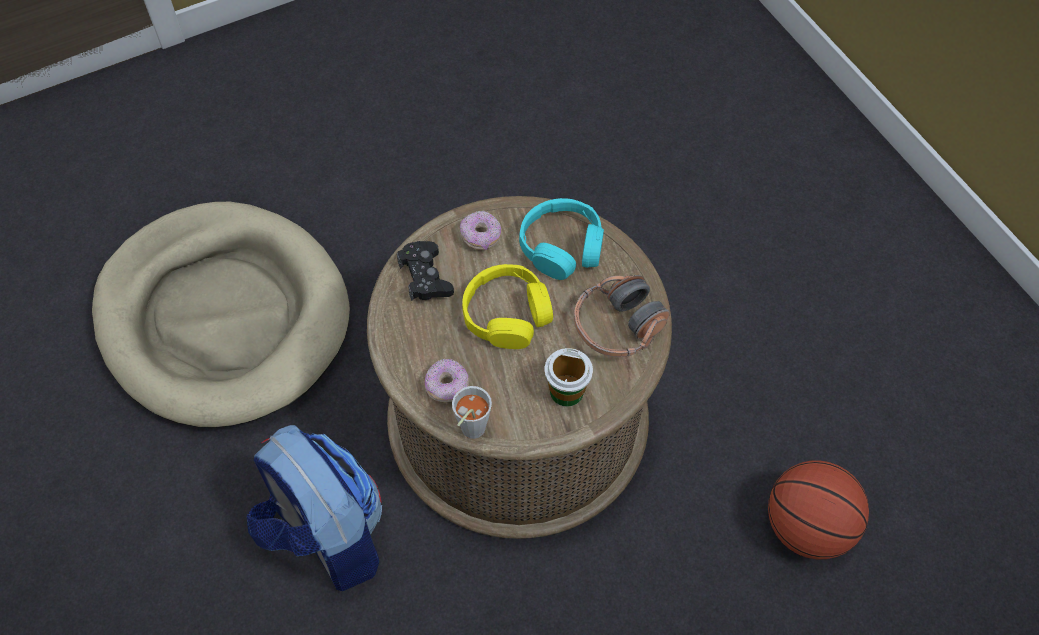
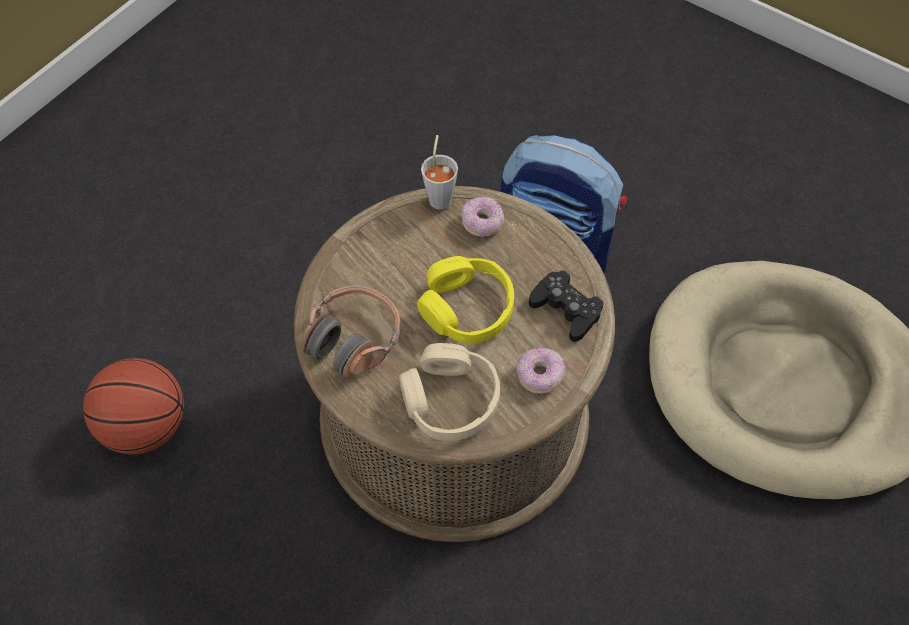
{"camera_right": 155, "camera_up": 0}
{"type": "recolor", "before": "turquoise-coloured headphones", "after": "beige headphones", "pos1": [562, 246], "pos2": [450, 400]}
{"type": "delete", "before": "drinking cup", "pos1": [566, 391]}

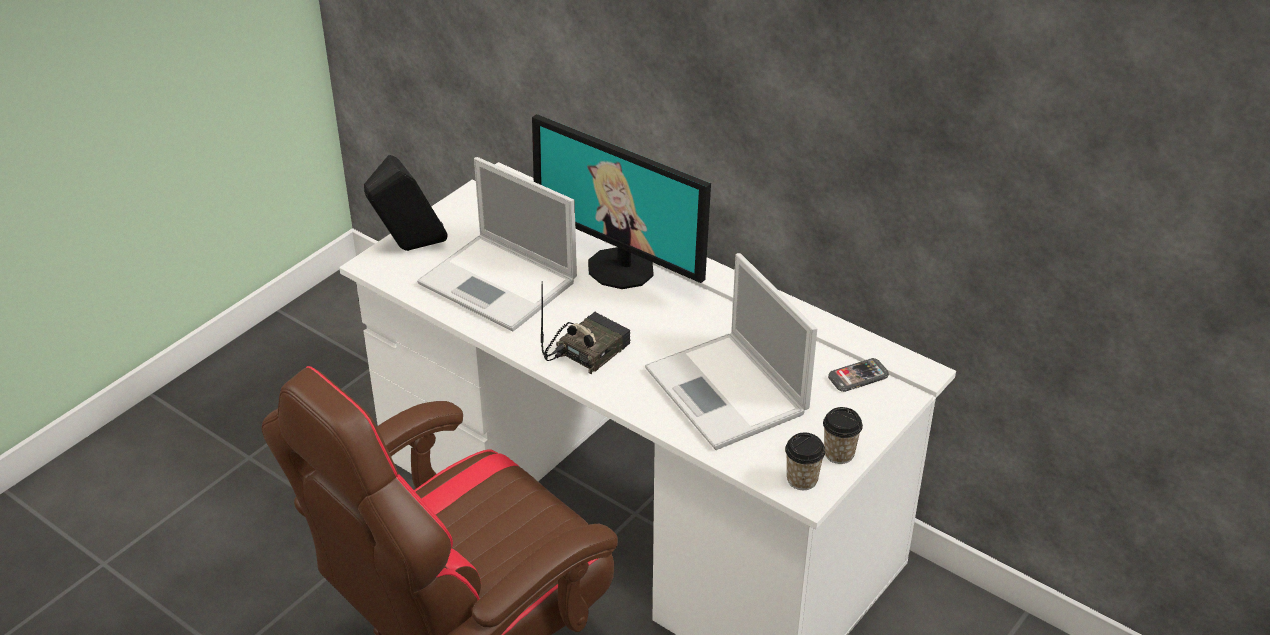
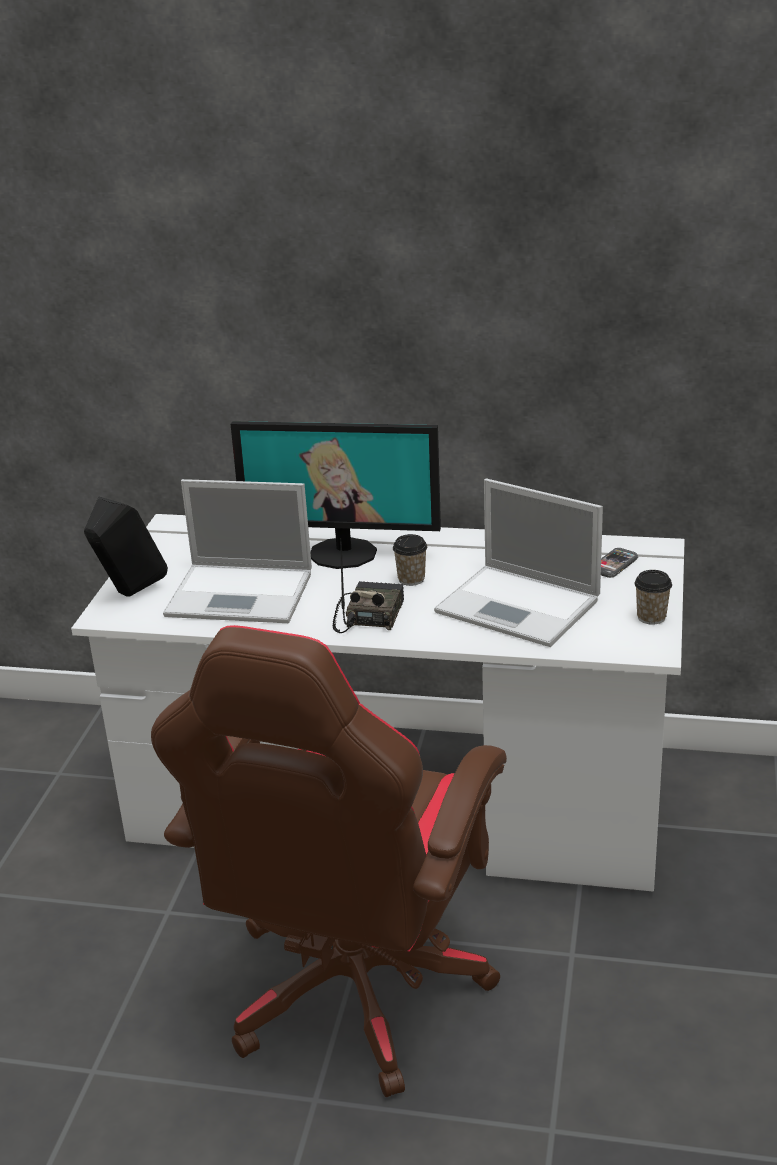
{"camera_right": -25, "camera_up": -10}
{"type": "move", "before": "drinking cup", "pos1": [802, 479], "pos2": [411, 579]}

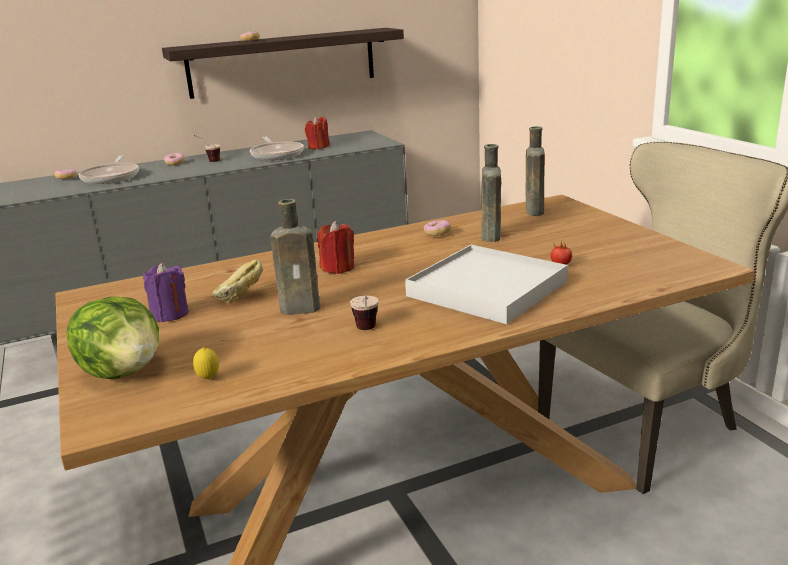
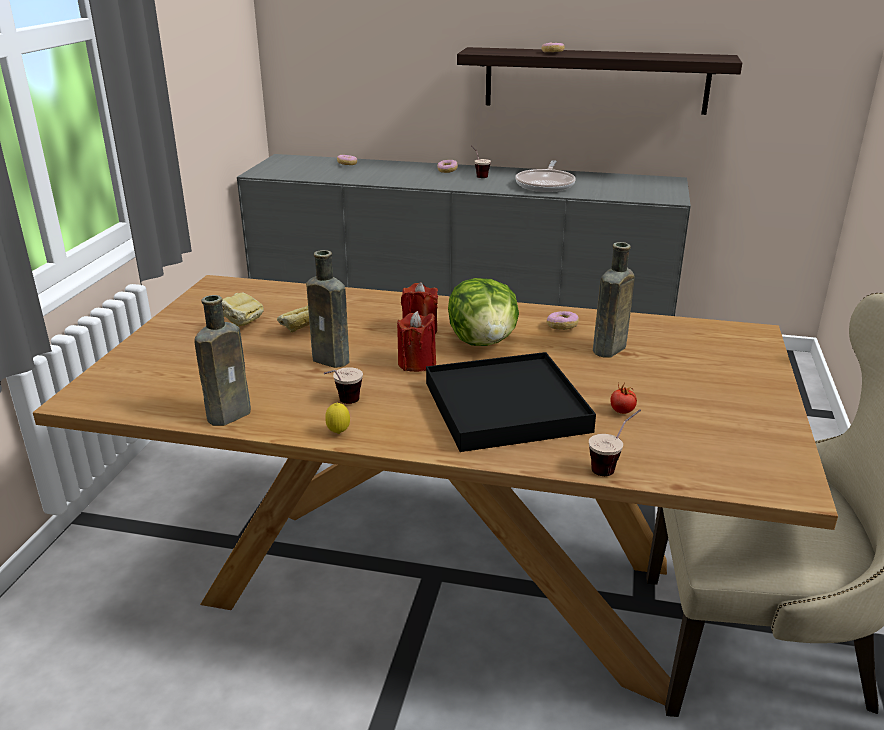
{"camera_right": 35, "camera_up": 5}
{"type": "move", "before": "red wax light", "pos1": [318, 147], "pos2": [417, 363]}
{"type": "move", "before": "brownish beverage bottle", "pos1": [534, 210], "pos2": [232, 413]}
{"type": "delete", "before": "frying pan", "pos1": [112, 177]}
{"type": "recolor", "before": "white carrying tray", "after": "blackish carrying tray", "pos1": [487, 288], "pos2": [506, 407]}
{"type": "replace", "before": "purple wax light", "after": "baked bread", "pos1": [170, 314], "pos2": [242, 325]}
{"type": "move", "before": "lettuce head", "pos1": [124, 371], "pos2": [483, 342]}
{"type": "move", "before": "whole lemon", "pos1": [208, 379], "pos2": [338, 433]}
{"type": "insert", "after": "drinking cup", "pos2": [612, 466]}

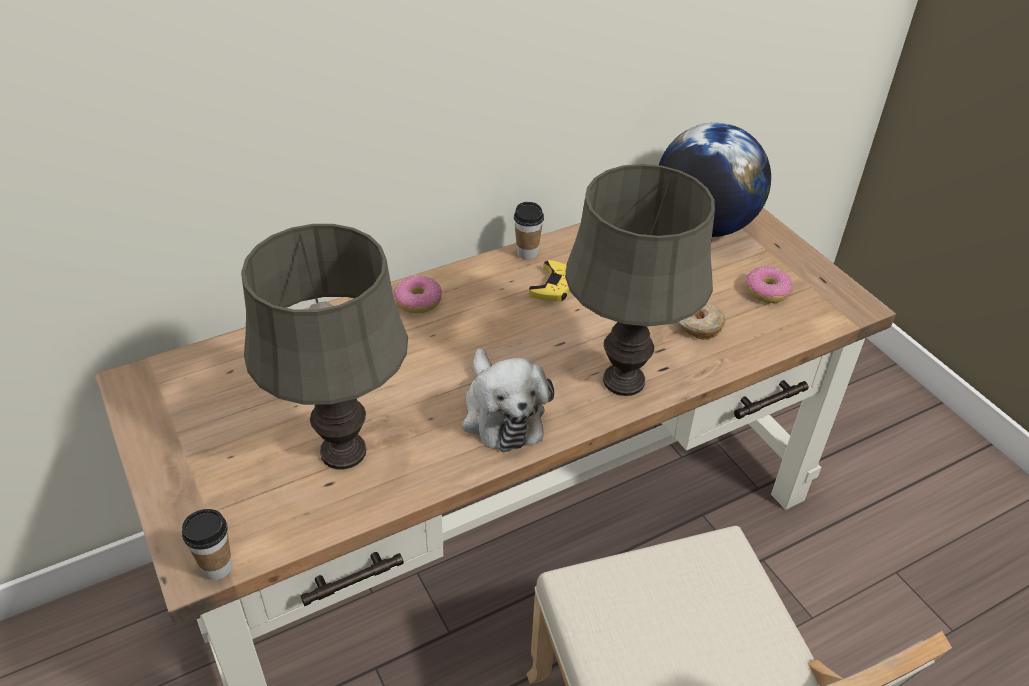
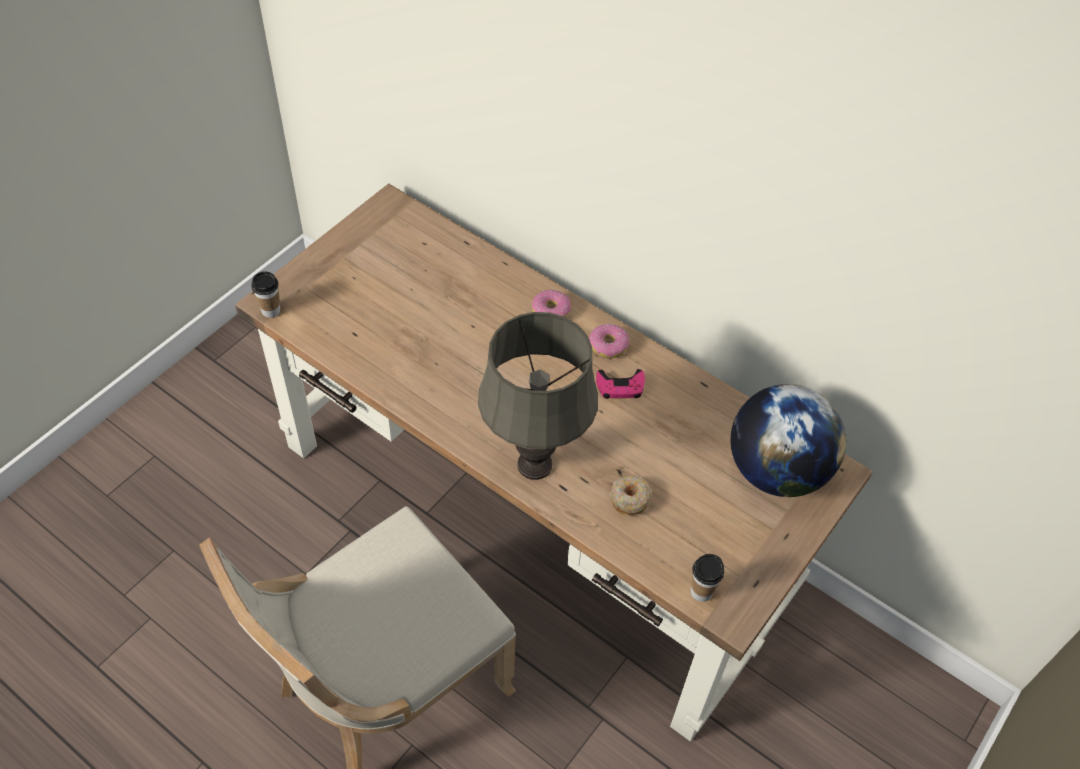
{"camera_right": 65, "camera_up": 10}
{"type": "move", "before": "drinking cup", "pos1": [527, 253], "pos2": [701, 592]}
{"type": "delete", "before": "greyish lamp for a table", "pos1": [343, 452]}
{"type": "recolor", "before": "yellowish gamepad", "after": "pink-coloured gamepad", "pos1": [553, 286], "pos2": [620, 387]}
{"type": "move", "before": "donut", "pos1": [767, 291], "pos2": [608, 346]}
{"type": "delete", "before": "plush toy", "pos1": [501, 413]}

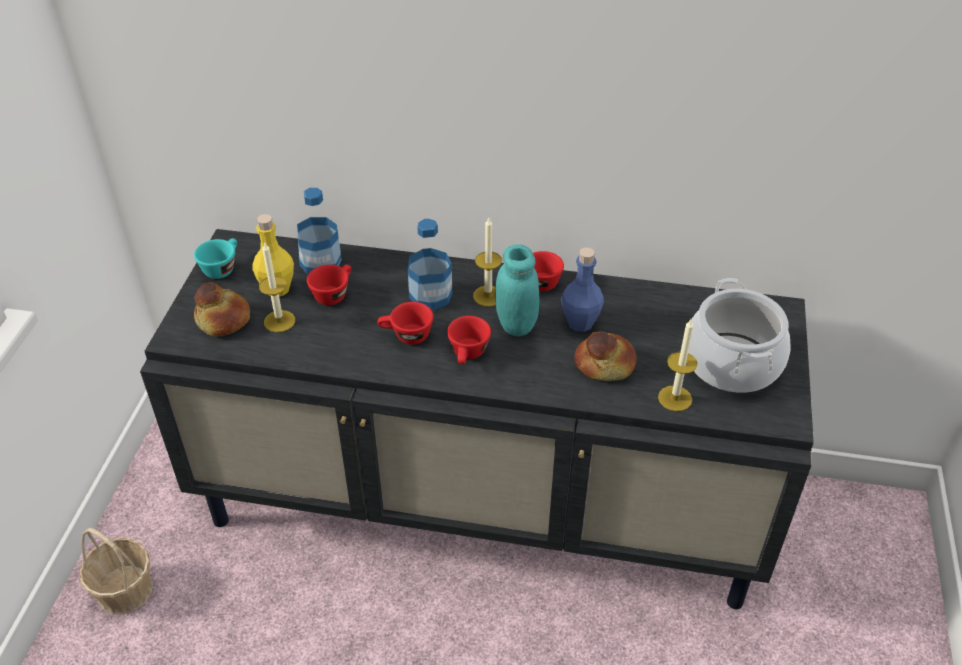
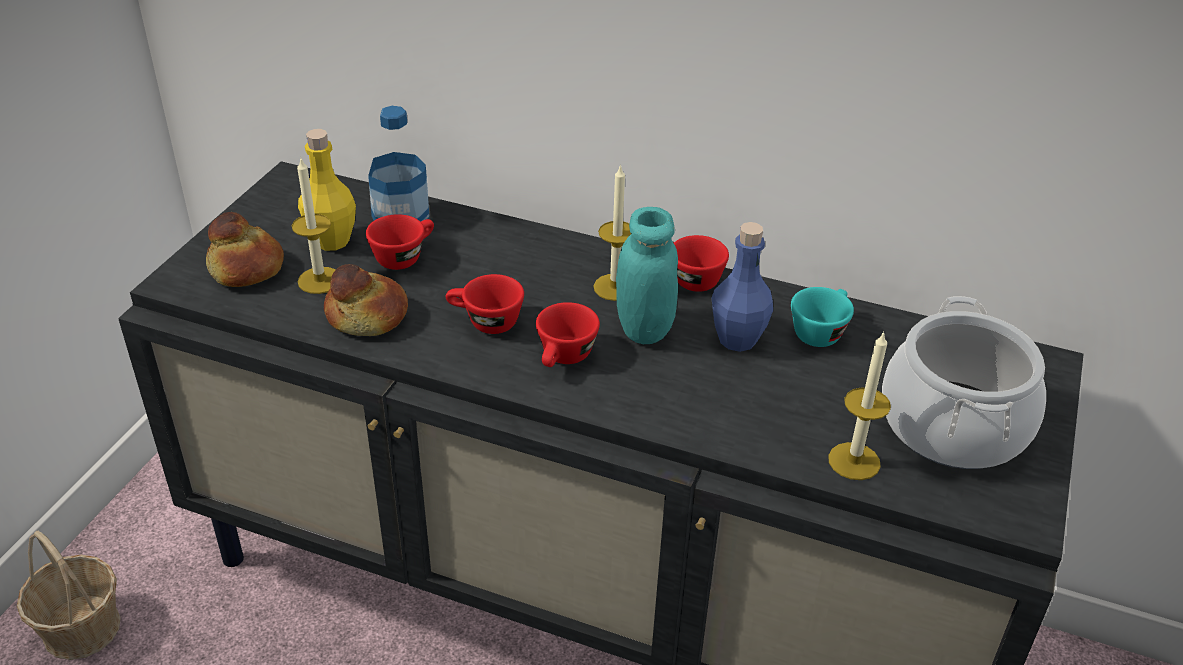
{"camera_right": 10, "camera_up": -5}
{"type": "delete", "before": "beverage bottle", "pos1": [430, 295]}
{"type": "move", "before": "turquoise-coloured drinking cup", "pos1": [222, 267], "pos2": [820, 331]}
{"type": "move", "before": "baked bread", "pos1": [605, 365], "pos2": [367, 317]}

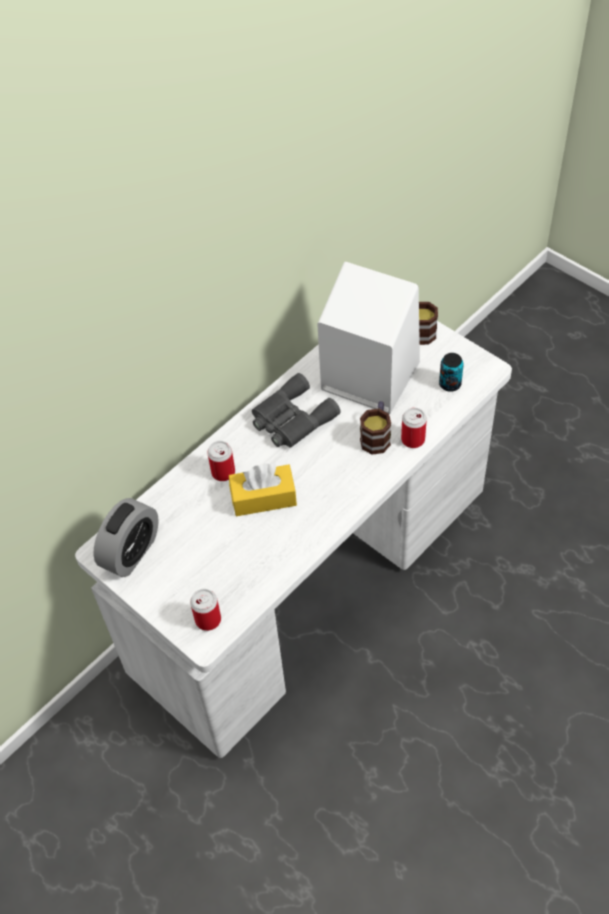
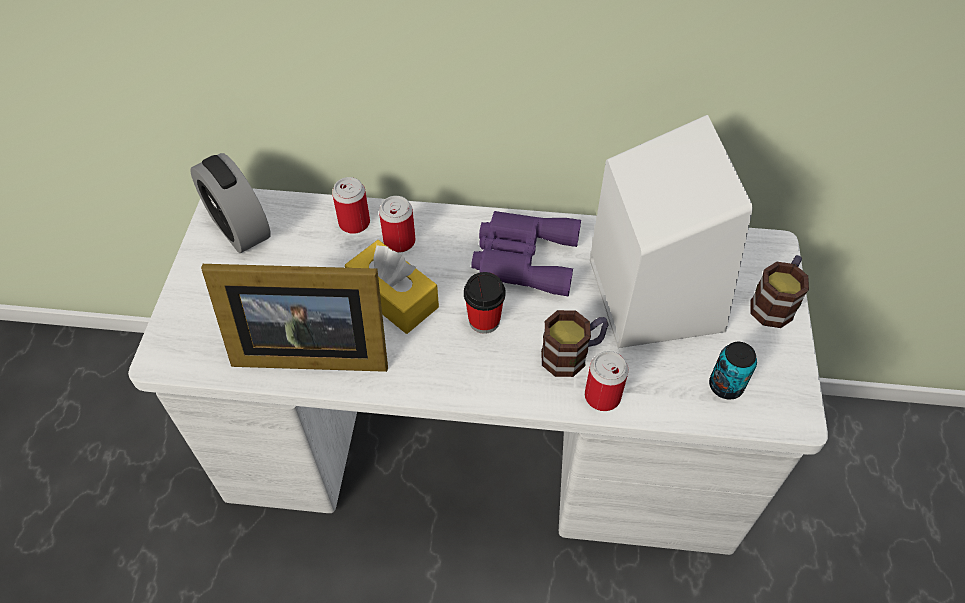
{"camera_right": 50, "camera_up": 0}
{"type": "recolor", "before": "greyish pair of binoculars", "after": "purple pair of binoculars", "pos1": [291, 419], "pos2": [522, 257]}
{"type": "rotate", "before": "bedside clock", "pos1": [131, 552], "pos2": [239, 228], "turn": 60}
{"type": "move", "before": "can", "pos1": [208, 619], "pos2": [354, 223]}
{"type": "insert", "after": "photo frame", "pos2": [307, 349]}
{"type": "insert", "after": "drinking cup", "pos2": [484, 320]}

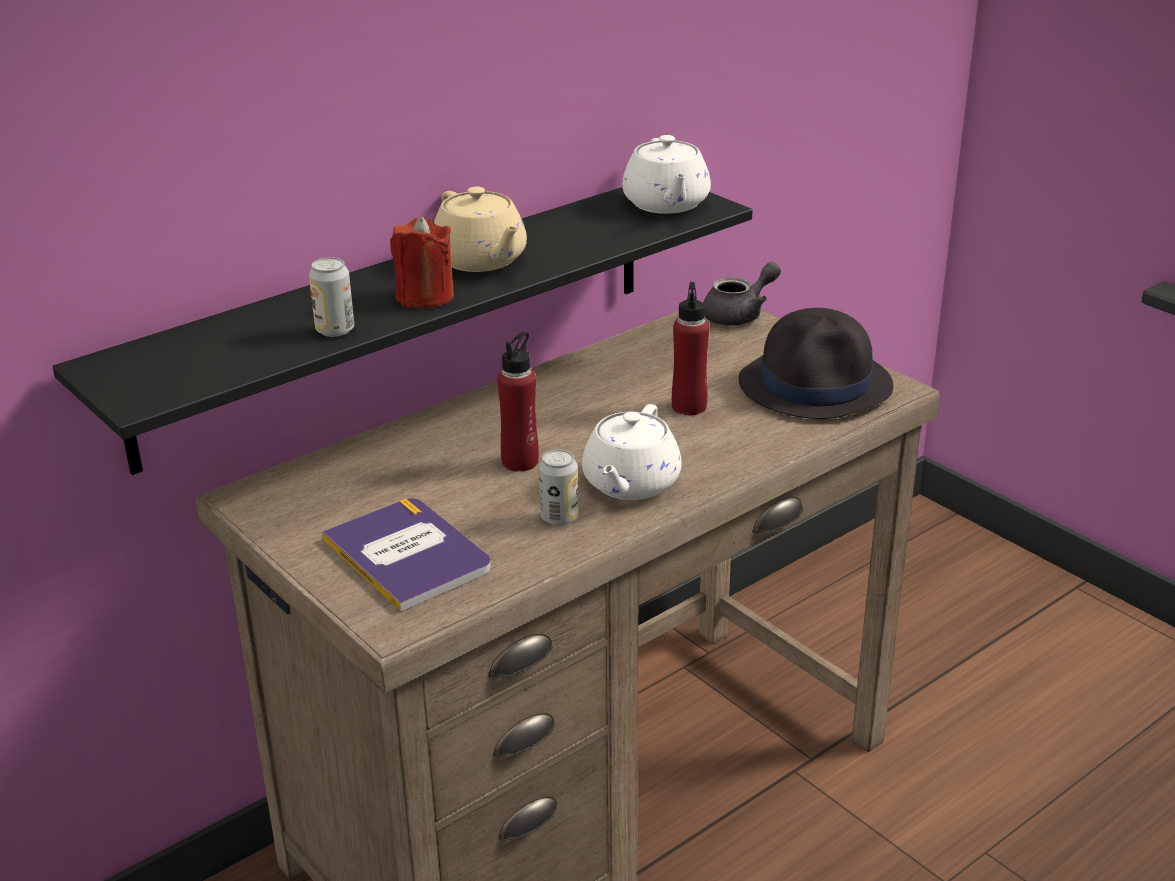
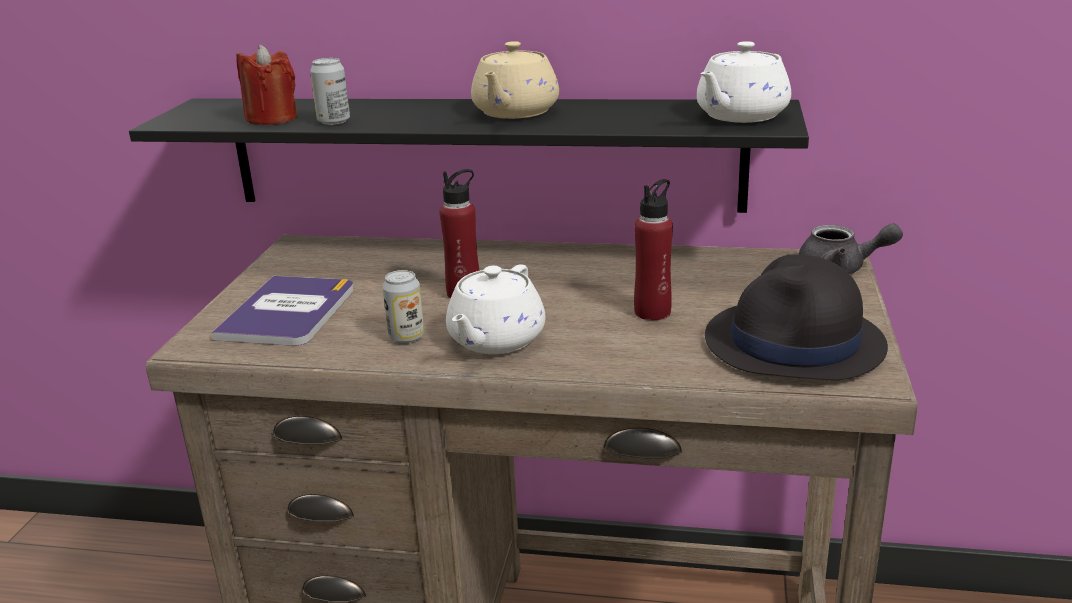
{"camera_right": 50, "camera_up": -5}
{"type": "move", "before": "red wax light", "pos1": [425, 297], "pos2": [272, 119]}
{"type": "rotate", "before": "white pot for tea", "pos1": [630, 484], "pos2": [495, 340], "turn": -45}

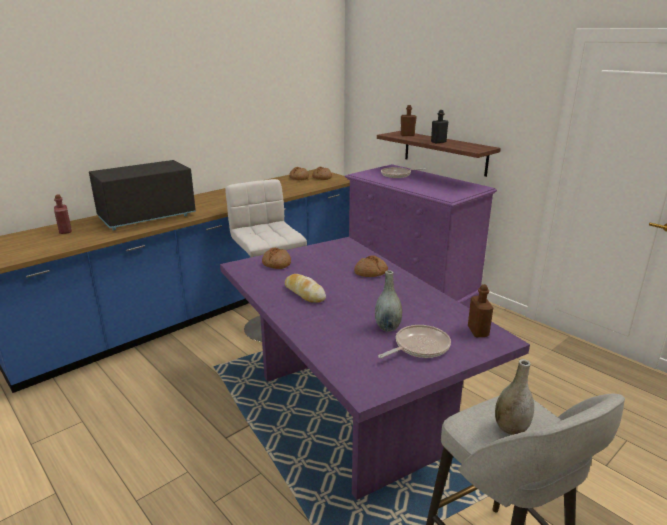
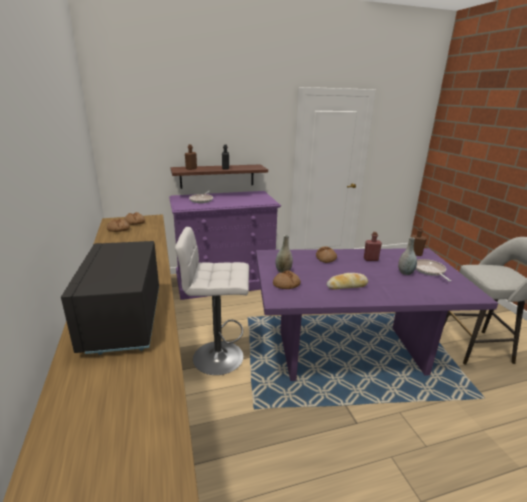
{"camera_right": -65, "camera_up": 0}
{"type": "move", "before": "red beverage bottle", "pos1": [65, 231], "pos2": [370, 259]}
{"type": "move", "before": "greyish vase", "pos1": [511, 428], "pos2": [283, 271]}

